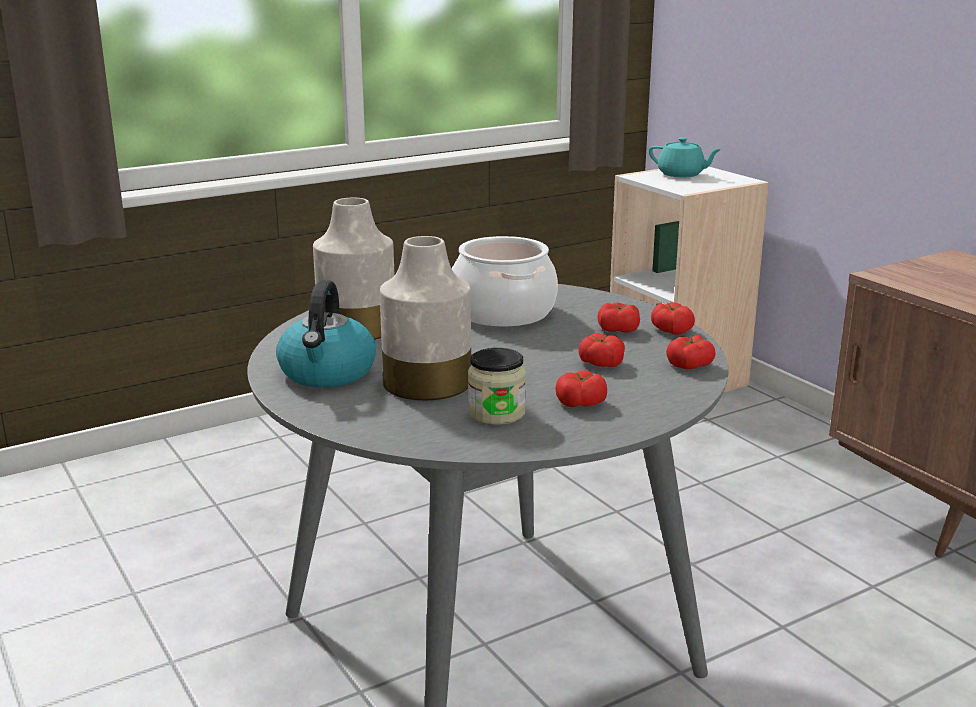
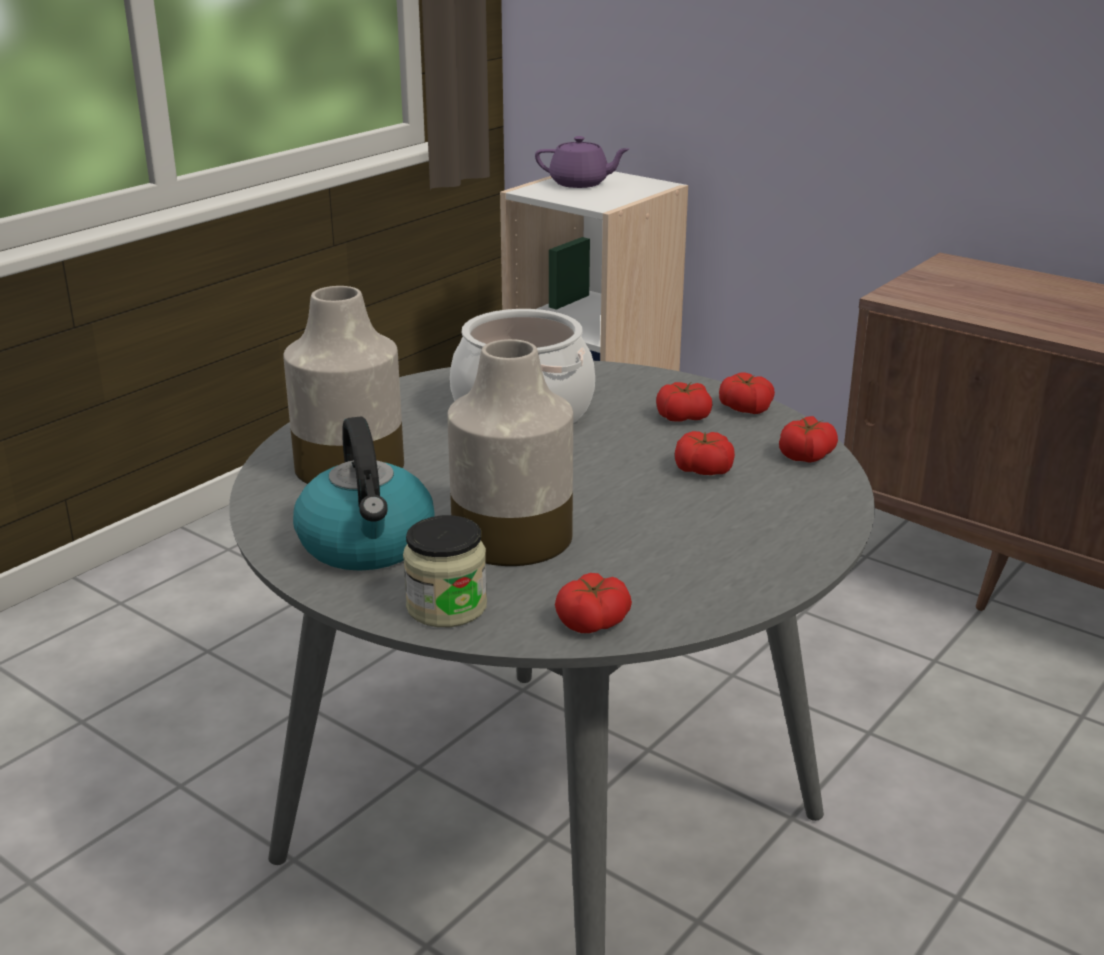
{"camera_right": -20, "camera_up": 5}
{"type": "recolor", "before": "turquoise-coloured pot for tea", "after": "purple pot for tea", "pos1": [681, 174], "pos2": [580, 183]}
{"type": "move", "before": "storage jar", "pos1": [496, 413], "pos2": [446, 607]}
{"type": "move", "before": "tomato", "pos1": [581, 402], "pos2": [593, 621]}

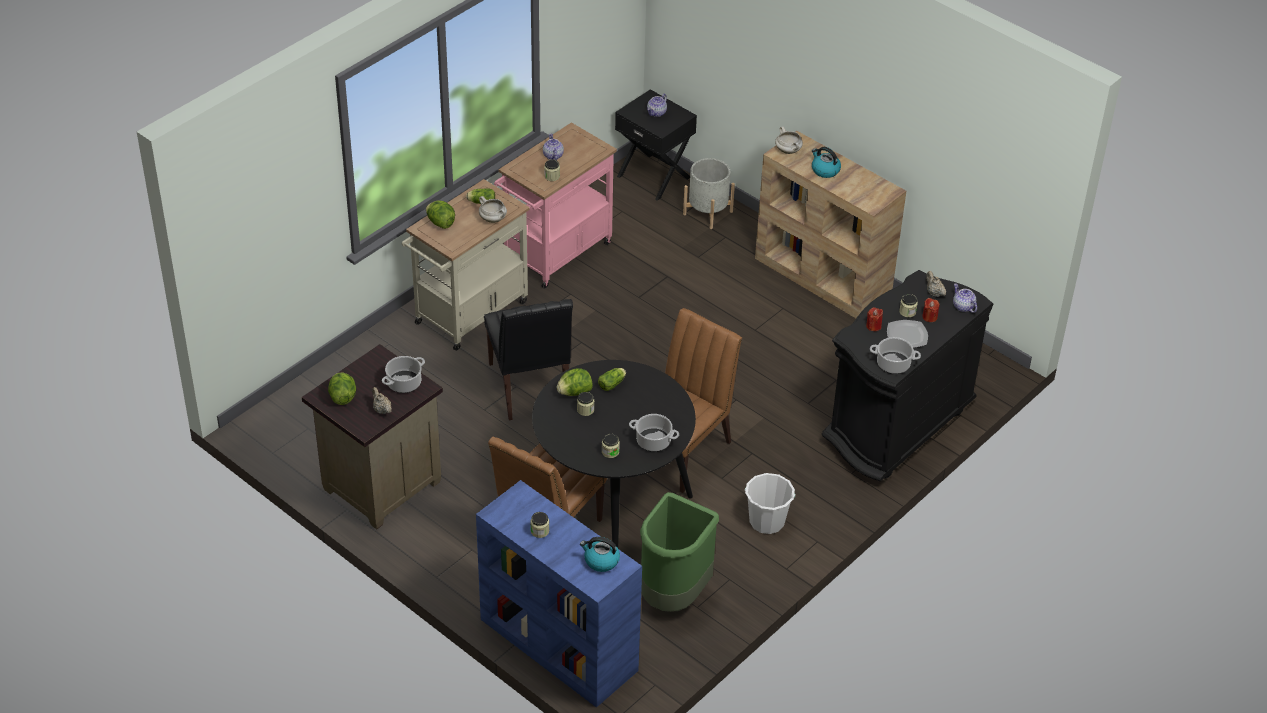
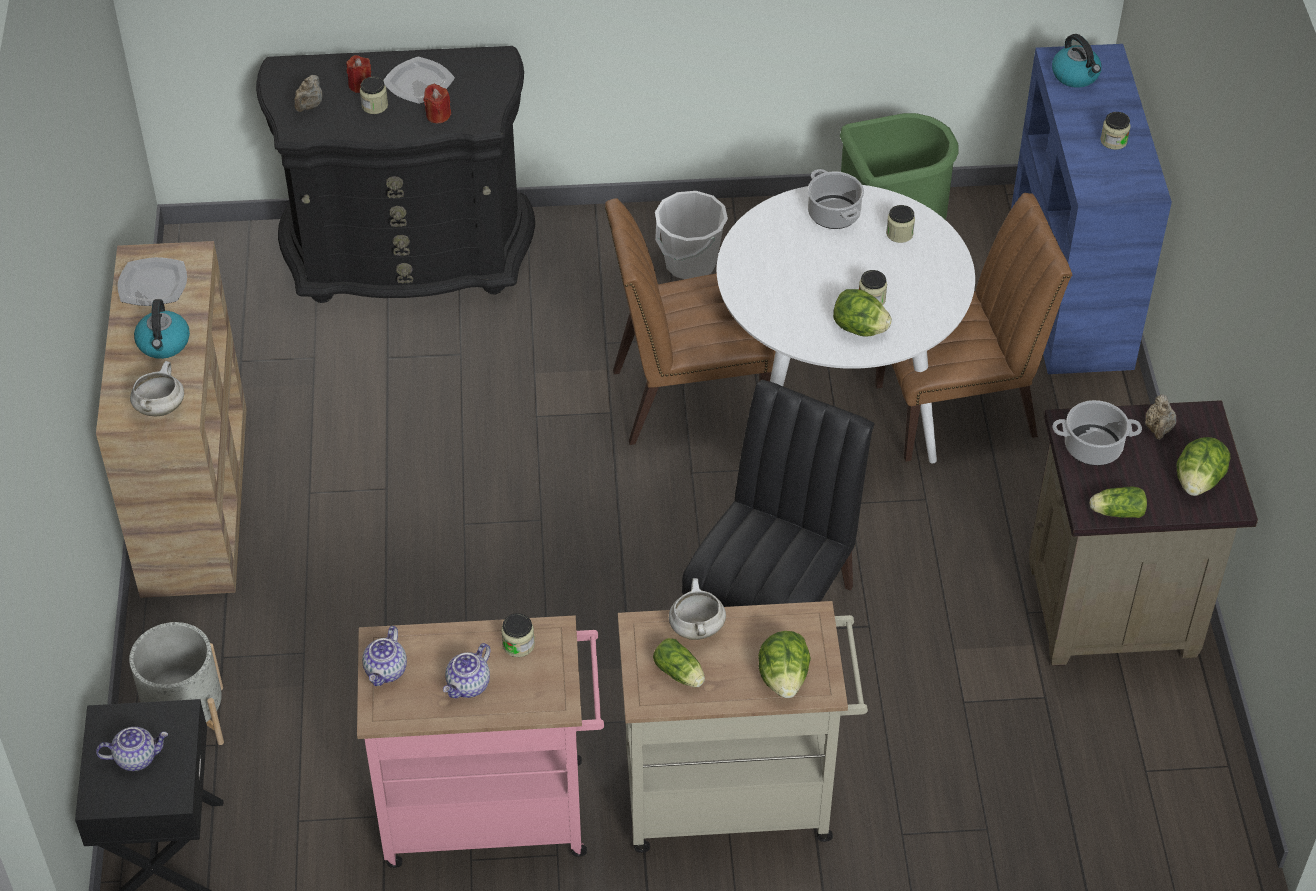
{"camera_right": -135, "camera_up": 5}
{"type": "move", "before": "pot for tea", "pos1": [963, 306], "pos2": [386, 671]}
{"type": "delete", "before": "cooking pot", "pos1": [892, 364]}
{"type": "recolor", "before": "blackish kitchen table", "after": "white kitchen table", "pos1": [612, 498], "pos2": [834, 401]}
{"type": "move", "before": "lettuce head", "pos1": [613, 384], "pos2": [1115, 512]}
{"type": "insert", "after": "flat dish", "pos2": [152, 284]}

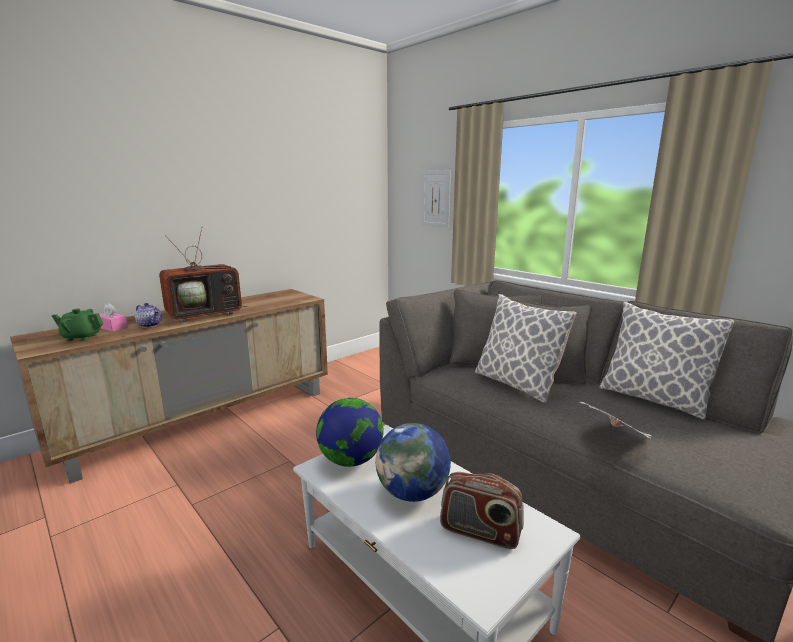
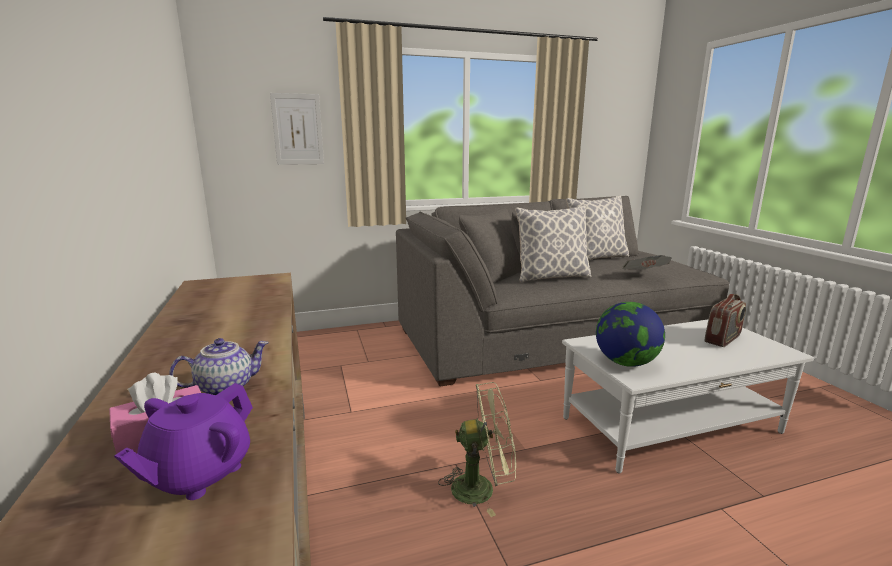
{"camera_right": -65, "camera_up": 0}
{"type": "delete", "before": "television", "pos1": [206, 314]}
{"type": "recolor", "before": "green-coloured pot for tea", "after": "purple pot for tea", "pos1": [81, 337], "pos2": [199, 474]}
{"type": "delete", "before": "desk globe", "pos1": [412, 493]}
{"type": "insert", "after": "green-coloured fan", "pos2": [482, 488]}

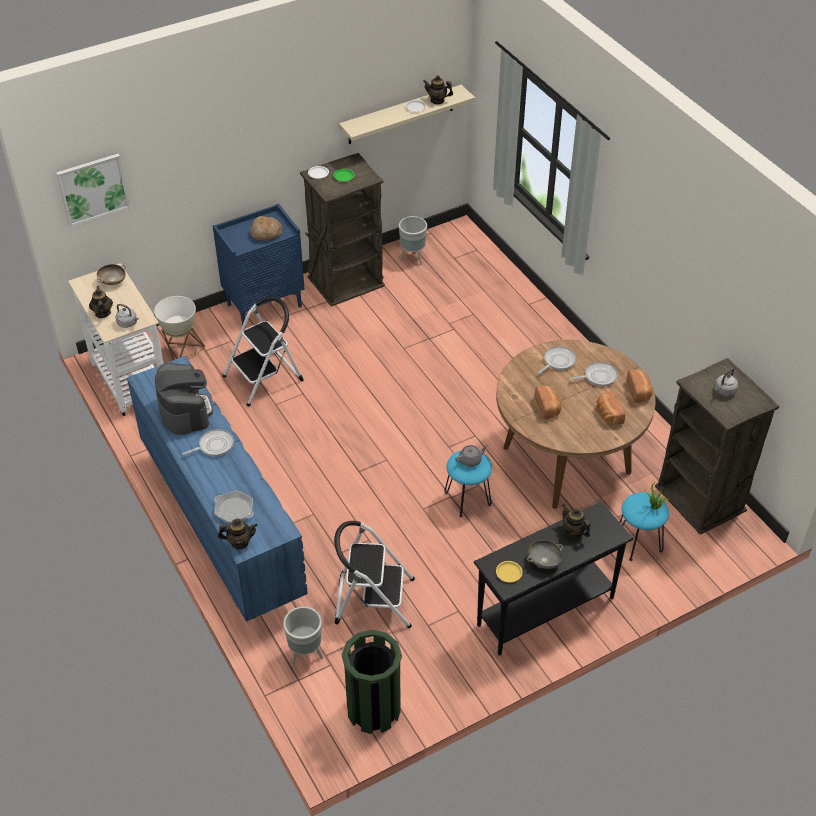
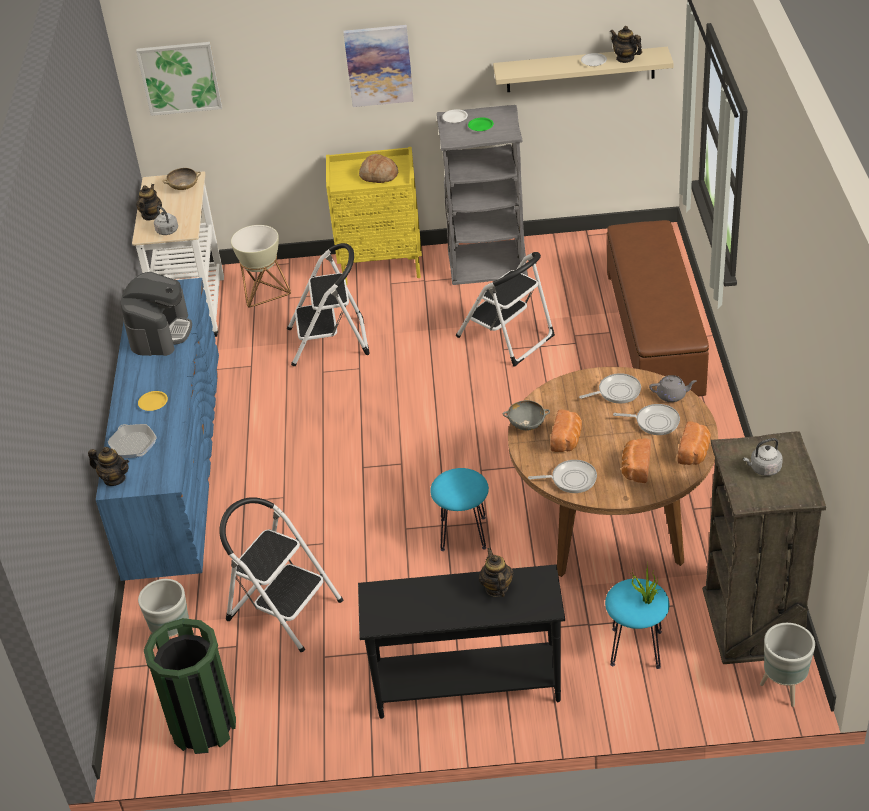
{"camera_right": 30, "camera_up": -5}
{"type": "recolor", "before": "brownish shelving unit", "after": "greyish shelving unit", "pos1": [346, 281], "pos2": [487, 263]}
{"type": "recolor", "before": "bluish cupboard", "after": "yellowish cupboard", "pos1": [265, 305], "pos2": [382, 267]}
{"type": "move", "before": "greyish planter", "pos1": [413, 258], "pos2": [784, 688]}
{"type": "move", "before": "frying pan", "pos1": [214, 446], "pos2": [571, 479]}
{"type": "move", "before": "greyish pot for tea", "pos1": [470, 460], "pos2": [672, 395]}
{"type": "move", "before": "greyish deep dish", "pos1": [544, 561], "pos2": [526, 424]}
{"type": "move", "before": "yellowish flat dish", "pos1": [509, 573], "pos2": [153, 403]}
{"type": "insert", "after": "wall picture", "pos2": [379, 65]}
{"type": "insert", "after": "brownish indoor bench", "pos2": [654, 331]}
{"type": "insert", "after": "stepladder", "pos2": [507, 337]}

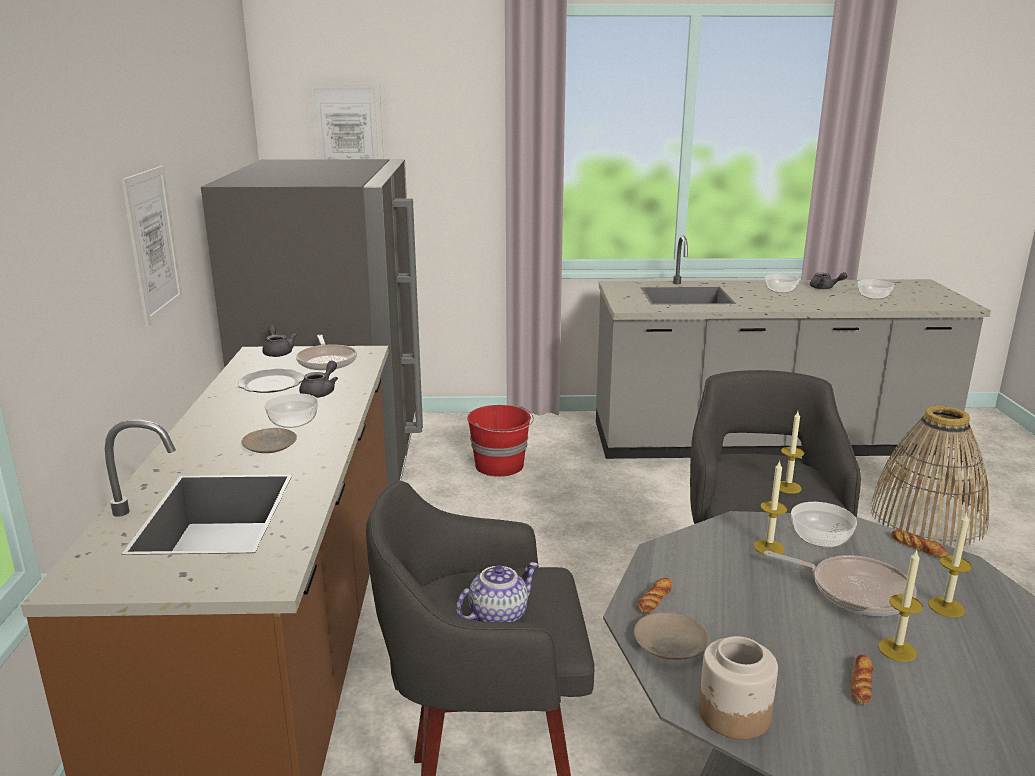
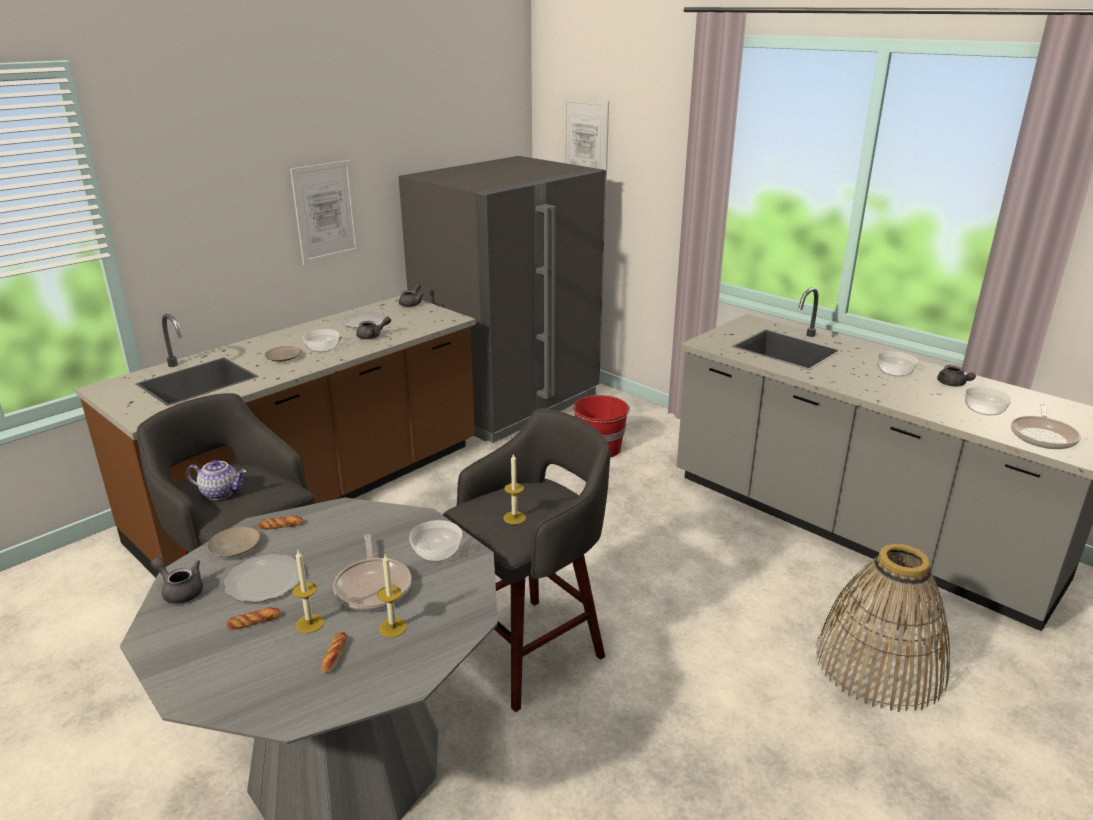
{"camera_right": 45, "camera_up": 5}
{"type": "move", "before": "frying pan", "pos1": [327, 361], "pos2": [1043, 436]}
{"type": "delete", "before": "wax light", "pos1": [768, 547]}
{"type": "move", "before": "baked bread", "pos1": [918, 547], "pos2": [334, 655]}
{"type": "replace", "before": "storage jar", "after": "greyish pot for tea", "pos1": [734, 714], "pos2": [180, 591]}
{"type": "insert", "after": "flat dish", "pos2": [265, 580]}

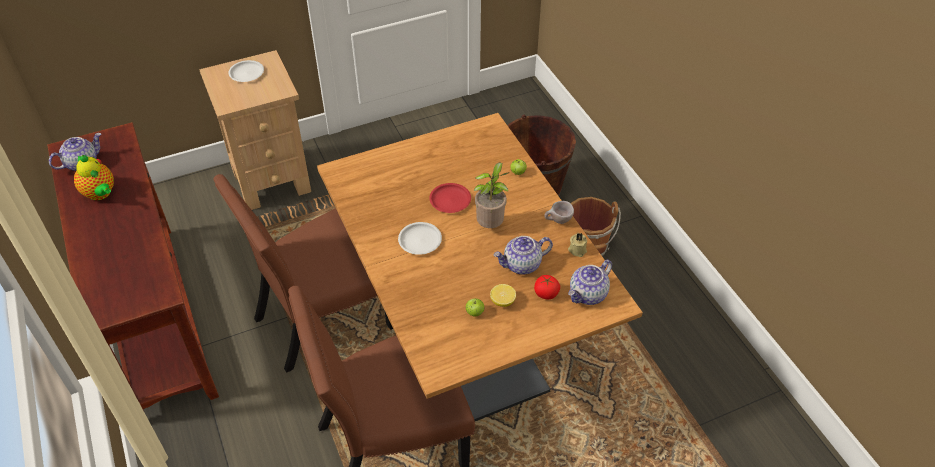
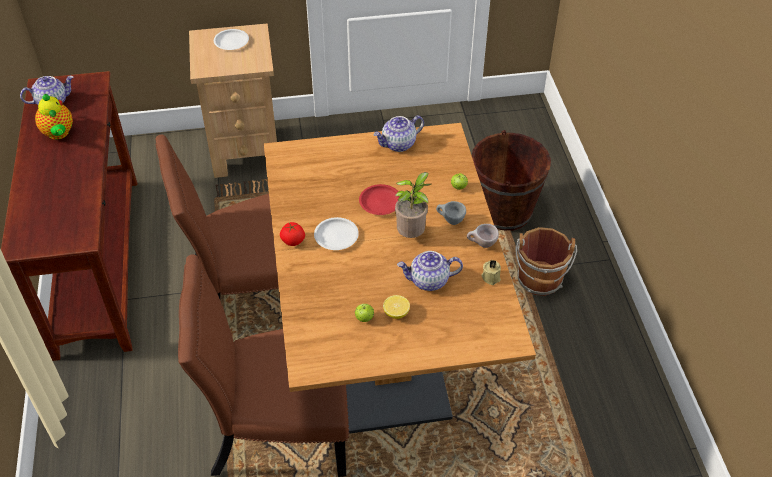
{"camera_right": 15, "camera_up": 0}
{"type": "move", "before": "pot for tea", "pos1": [588, 294], "pos2": [398, 144]}
{"type": "move", "before": "tomato", "pos1": [546, 293], "pos2": [293, 241]}
{"type": "insert", "after": "greyish drinking cup", "pos2": [450, 221]}

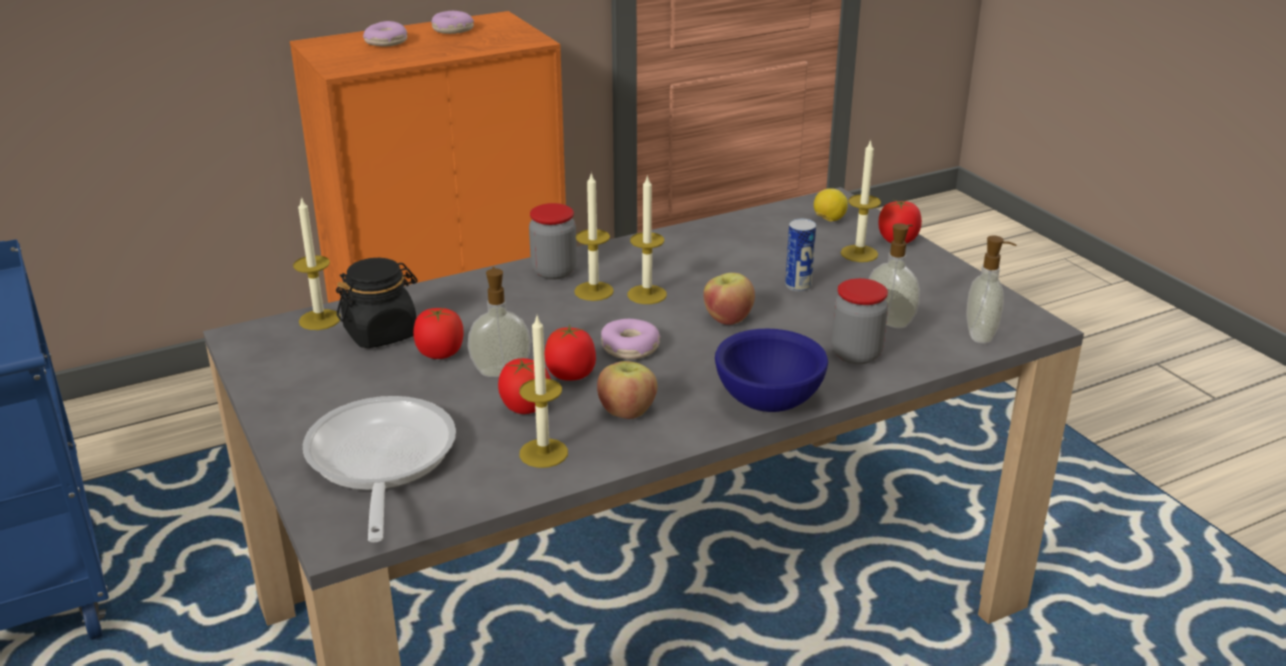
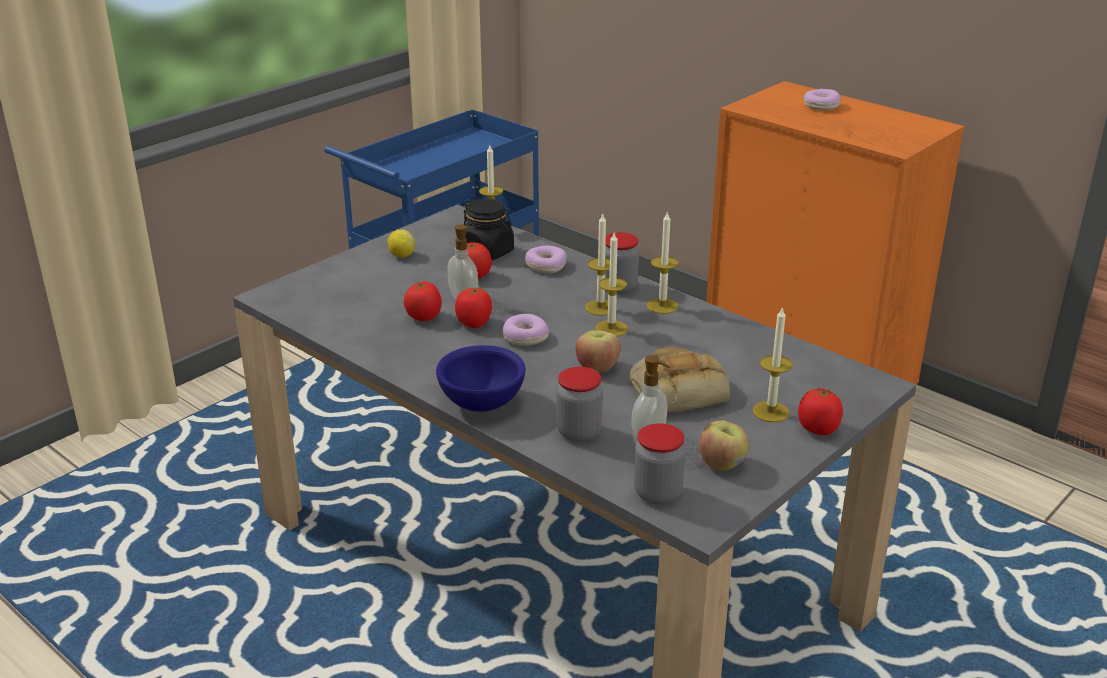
{"camera_right": 70, "camera_up": 0}
{"type": "move", "before": "donut", "pos1": [452, 30], "pos2": [545, 266]}
{"type": "move", "before": "whole lemon", "pos1": [829, 220], "pos2": [402, 255]}
{"type": "replace", "before": "can", "after": "baked bread", "pos1": [798, 286], "pos2": [679, 390]}
{"type": "replace", "before": "liquid soap bottle", "after": "storage jar", "pos1": [982, 335], "pos2": [657, 493]}
{"type": "move", "before": "wax light", "pos1": [543, 453], "pos2": [662, 306]}
{"type": "move", "before": "apple fruit", "pos1": [627, 411], "pos2": [722, 464]}
{"type": "delete", "before": "frying pan", "pos1": [380, 463]}

